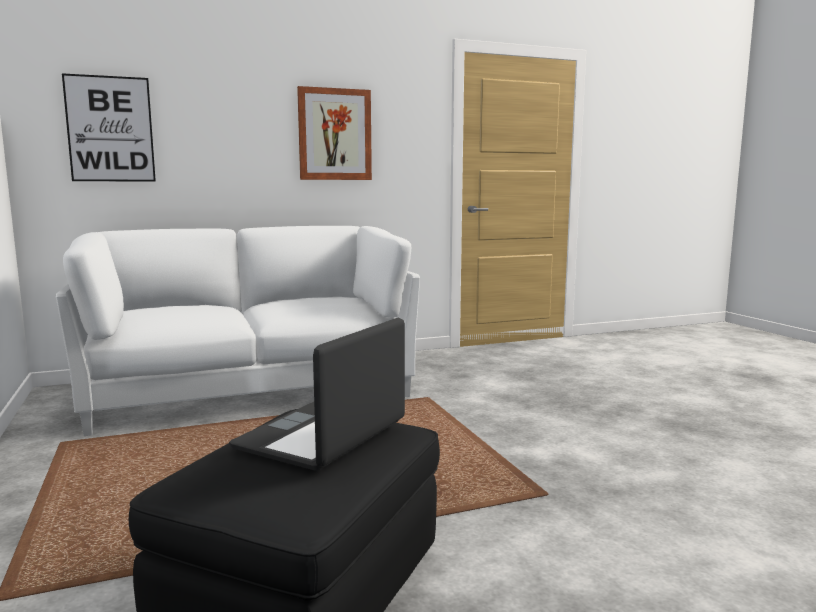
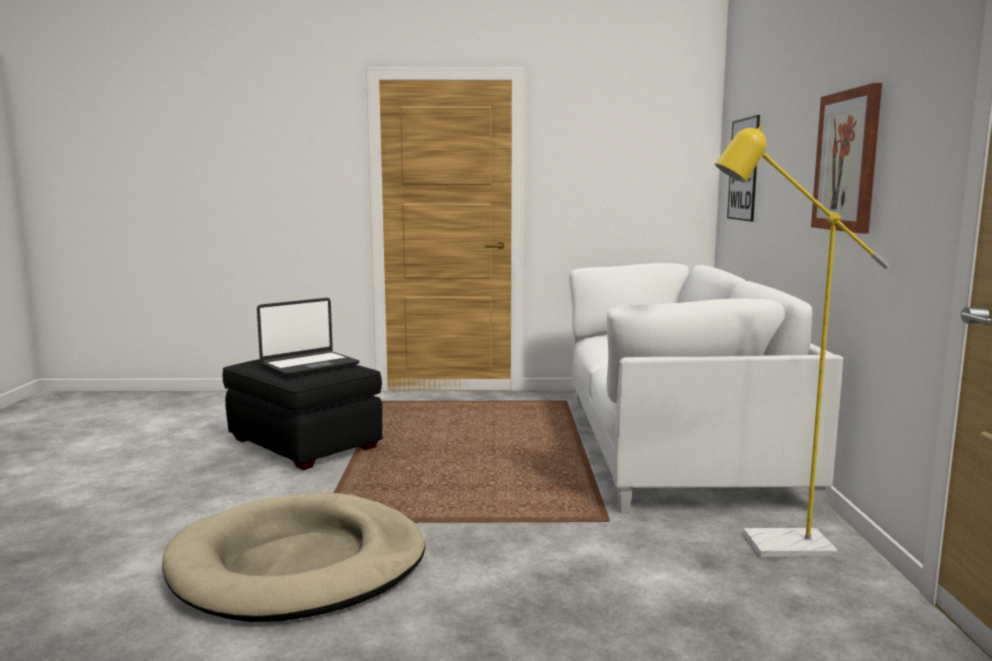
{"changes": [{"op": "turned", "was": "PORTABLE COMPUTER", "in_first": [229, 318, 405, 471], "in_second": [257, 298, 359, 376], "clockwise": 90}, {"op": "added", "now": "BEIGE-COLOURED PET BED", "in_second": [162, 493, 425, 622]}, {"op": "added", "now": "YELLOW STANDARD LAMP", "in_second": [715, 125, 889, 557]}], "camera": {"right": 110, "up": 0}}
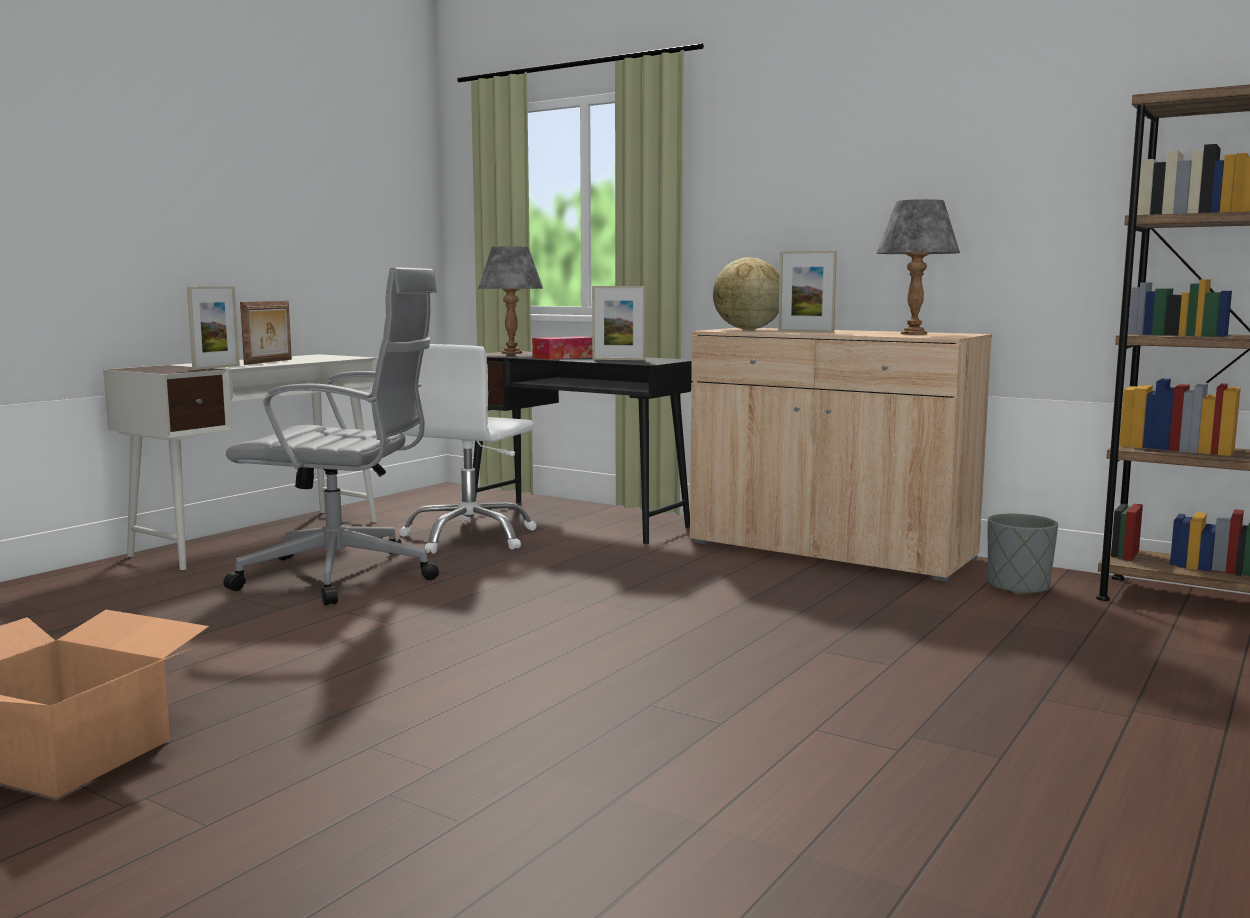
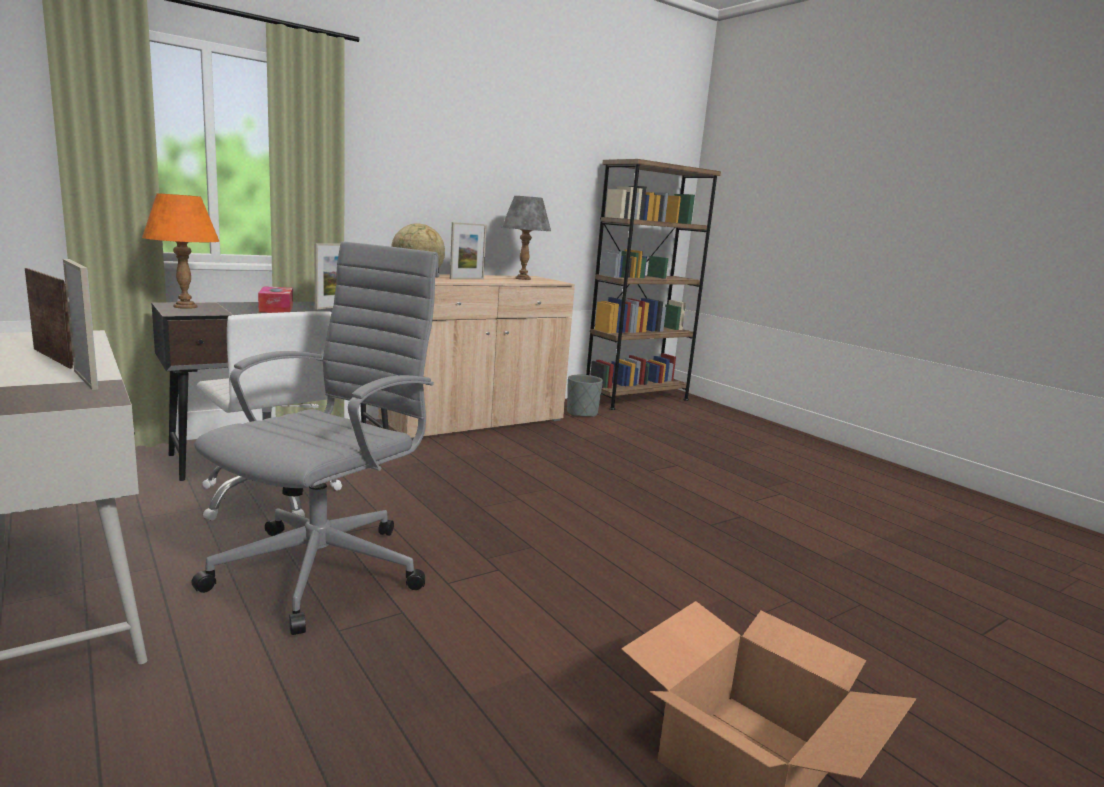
{"changes": [{"op": "recoloured", "was": "GREY LAMP FOR A TABLE", "now": "ORANGE-COLOURED LAMP FOR A TABLE", "in_first": [478, 246, 543, 354], "in_second": [142, 193, 219, 309]}], "camera": {"right": -70, "up": 5}}
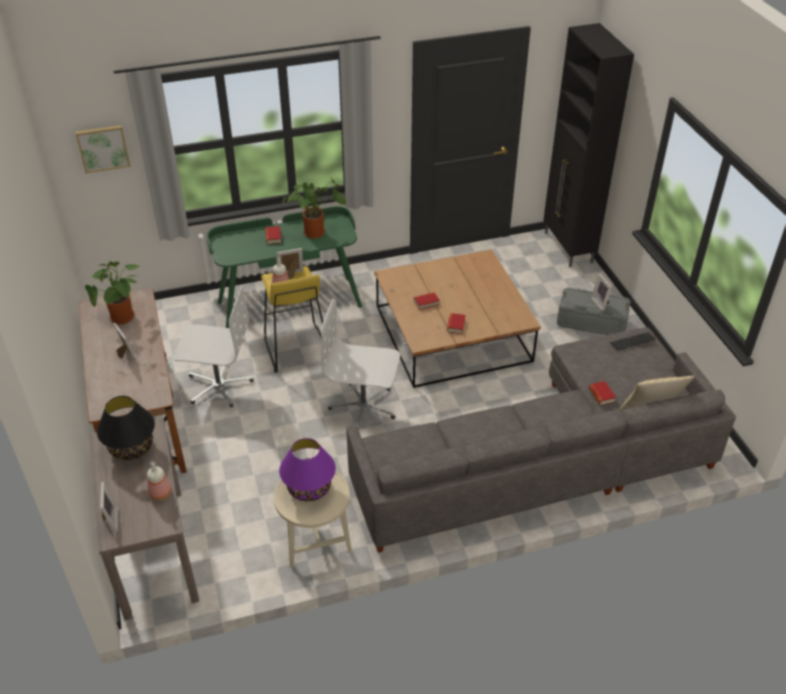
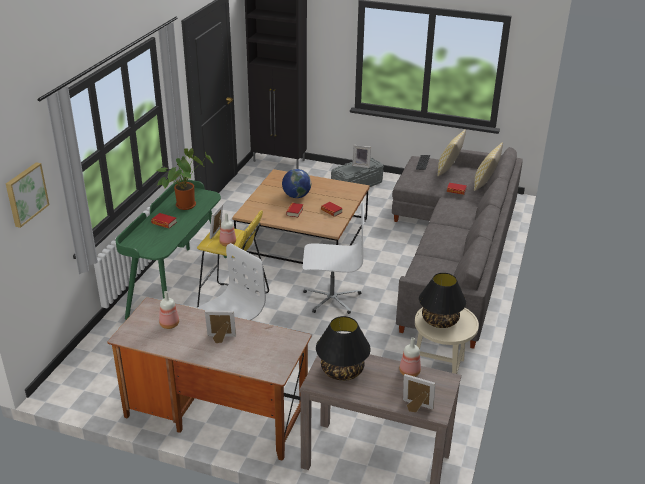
{"changes": [{"op": "replaced", "was": "HOUSEPLANT", "now": "BEVERAGE BOTTLE", "in_first": [85, 261, 140, 325], "in_second": [159, 291, 179, 329]}, {"op": "recoloured", "was": "PURPLE LAMP FOR A TABLE", "now": "BLACK LAMP FOR A TABLE", "in_first": [279, 438, 336, 502], "in_second": [419, 273, 466, 328]}, {"op": "turned", "was": "WHITISH DESK CHAIR", "in_first": [321, 299, 400, 428], "in_second": [303, 203, 364, 314], "clockwise": -135}, {"op": "added", "now": "GLOBE", "in_second": [282, 169, 311, 198]}, {"op": "added", "now": "PILLOW", "in_second": [437, 129, 466, 176]}], "camera": {"right": -55, "up": -10}}
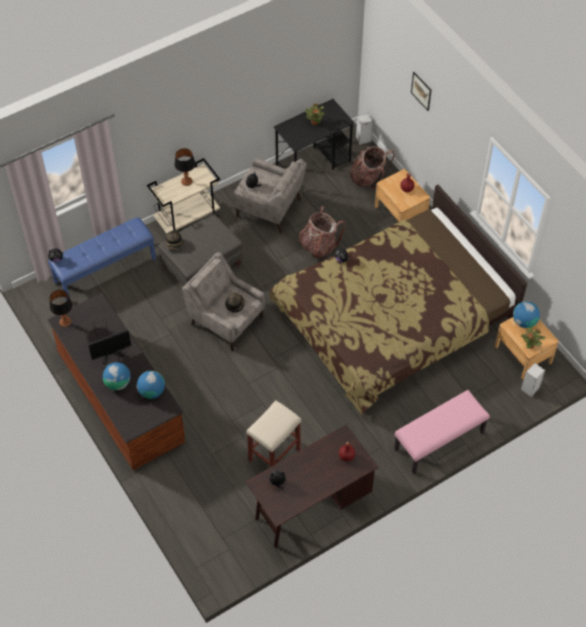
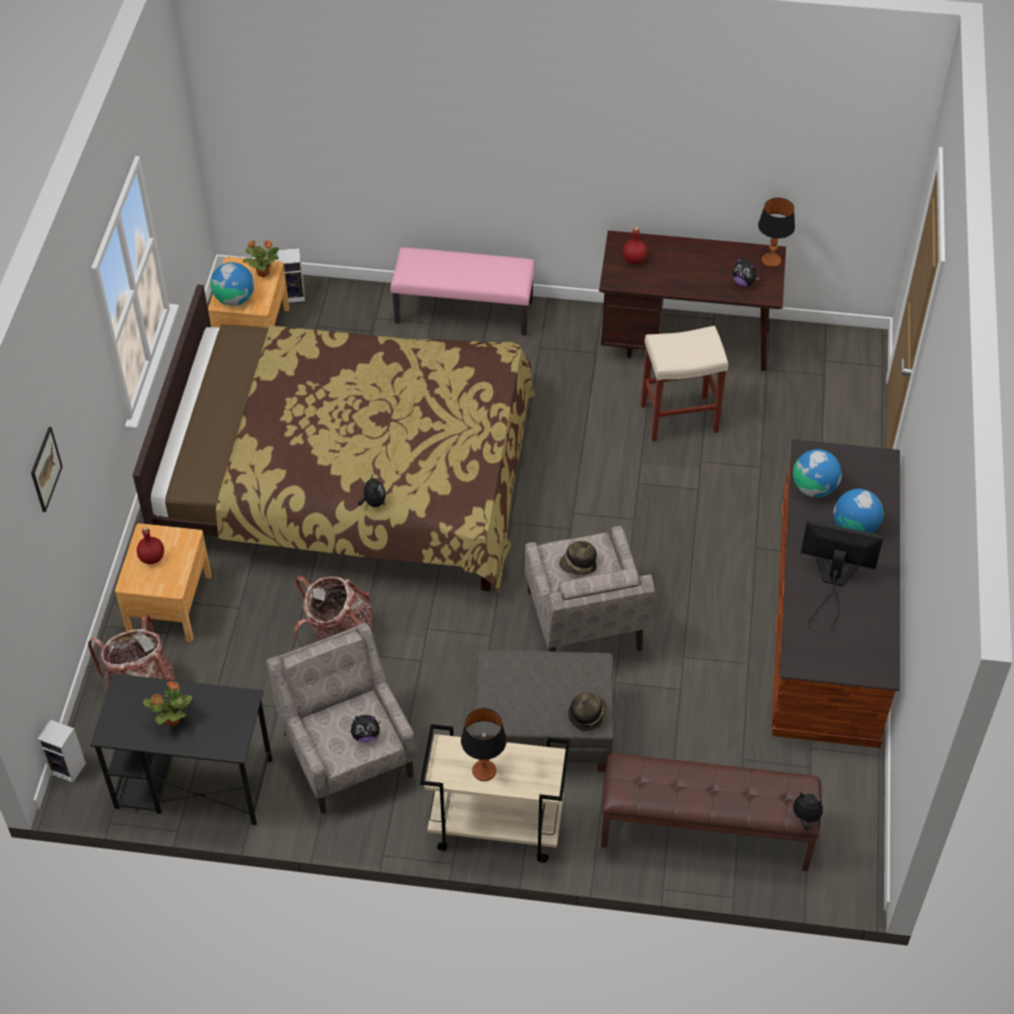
{"changes": [{"op": "recoloured", "was": "BLUE-COLOURED BENCH", "now": "BROWN BENCH", "in_first": [48, 217, 156, 301], "in_second": [601, 753, 822, 872]}, {"op": "moved", "was": "LAMP FOR A TABLE", "in_first": [50, 290, 73, 327], "in_second": [758, 198, 795, 268]}], "camera": {"right": -140, "up": -5}}
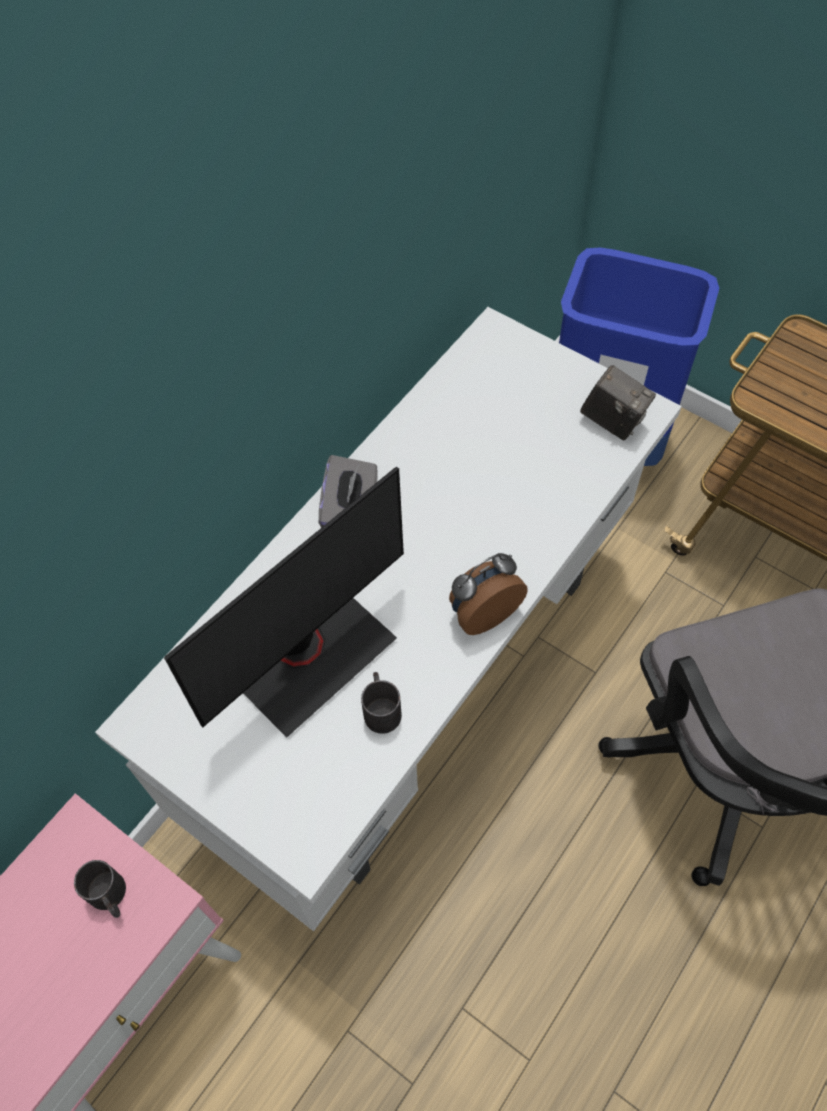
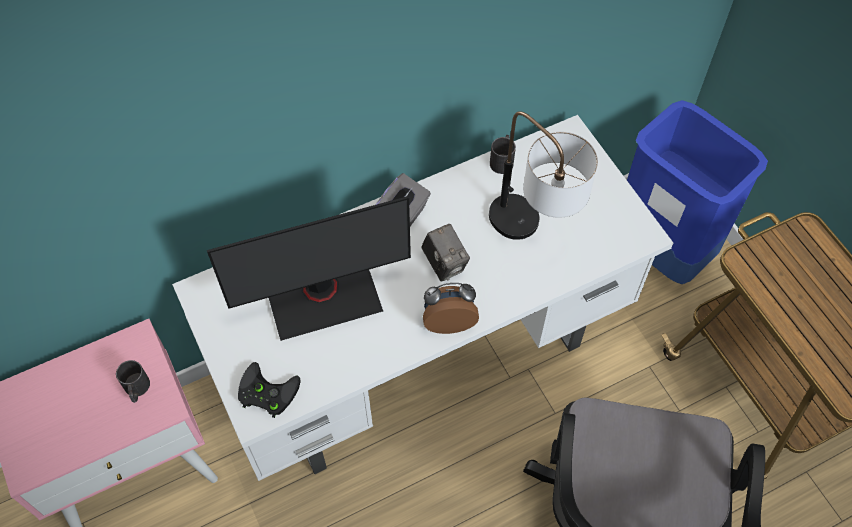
{"changes": [{"op": "moved", "was": "BLACK MUG", "in_first": [361, 672, 402, 734], "in_second": [490, 135, 516, 174]}, {"op": "moved", "was": "STILL CAMERA", "in_first": [580, 365, 656, 440], "in_second": [421, 224, 470, 282]}, {"op": "added", "now": "BLACK GAME CONTROLLER", "in_second": [238, 362, 300, 418]}, {"op": "added", "now": "LAMP FOR A TABLE", "in_second": [489, 111, 598, 240]}], "camera": {"right": 25, "up": 0}}
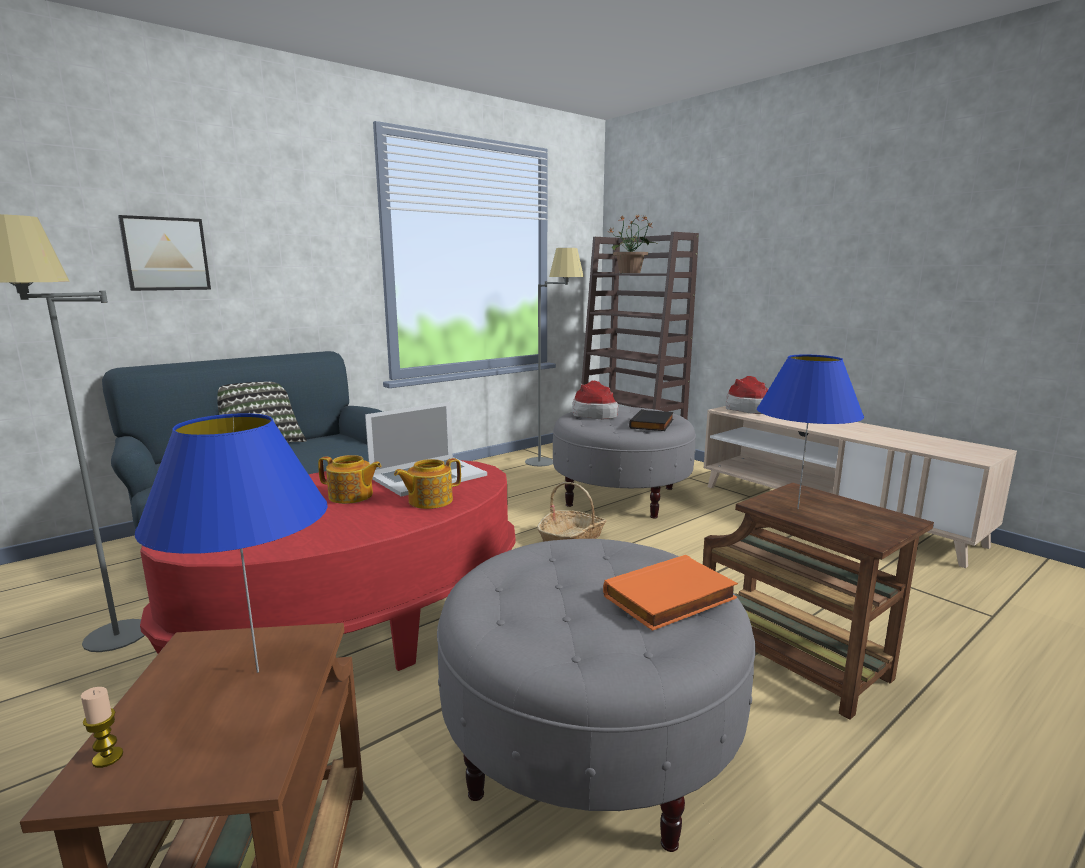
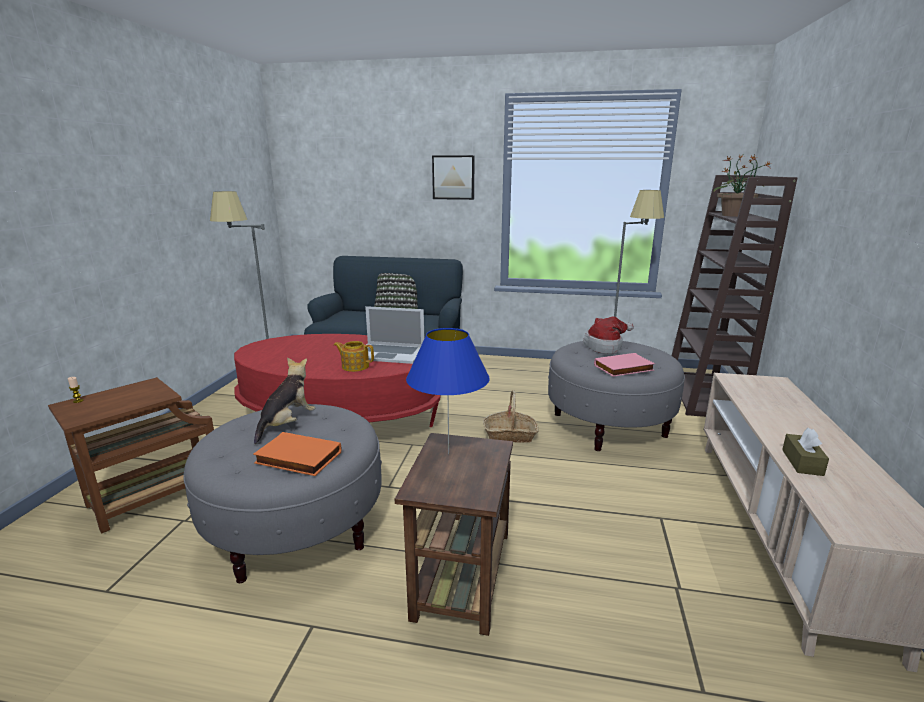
{"changes": [{"op": "moved", "was": "WALL ART", "in_first": [118, 215, 211, 291], "in_second": [432, 155, 475, 200]}, {"op": "removed", "was": "BLUE-COLOURED LAMP FOR A TABLE", "in_first": [135, 413, 328, 673]}, {"op": "removed", "was": "TEAPOT", "in_first": [318, 455, 381, 504]}, {"op": "recoloured", "was": "BLACK VOLUME", "now": "PINK-COLOURED VOLUME", "in_first": [629, 409, 674, 431], "in_second": [594, 353, 655, 377]}, {"op": "removed", "was": "HAT", "in_first": [725, 376, 768, 414]}, {"op": "added", "now": "CUDDLY TOY", "in_second": [254, 358, 315, 444]}, {"op": "added", "now": "BROWN TISSUE HOLDER", "in_second": [782, 428, 829, 476]}], "camera": {"right": 50, "up": 5}}
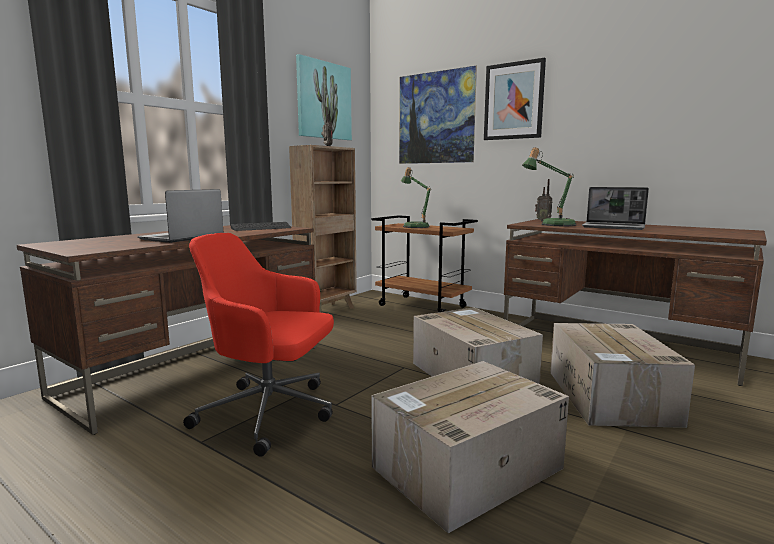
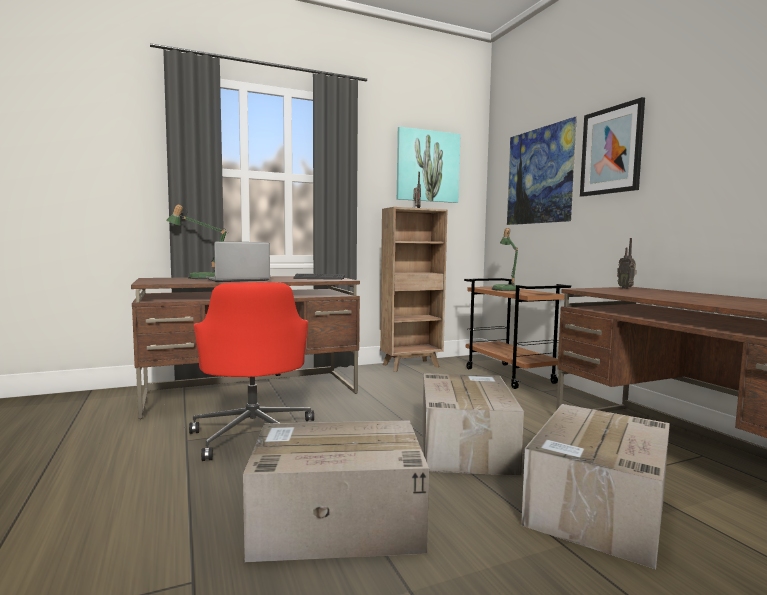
{"changes": [{"op": "turned", "was": "REDDISH DESK CHAIR", "in_first": [183, 233, 334, 457], "in_second": [189, 282, 314, 461], "clockwise": -150}, {"op": "moved", "was": "LAMP FOR A TABLE", "in_first": [522, 147, 576, 226], "in_second": [167, 205, 229, 279]}, {"op": "removed", "was": "PORTABLE COMPUTER", "in_first": [582, 187, 649, 230]}], "camera": {"right": 30, "up": -5}}
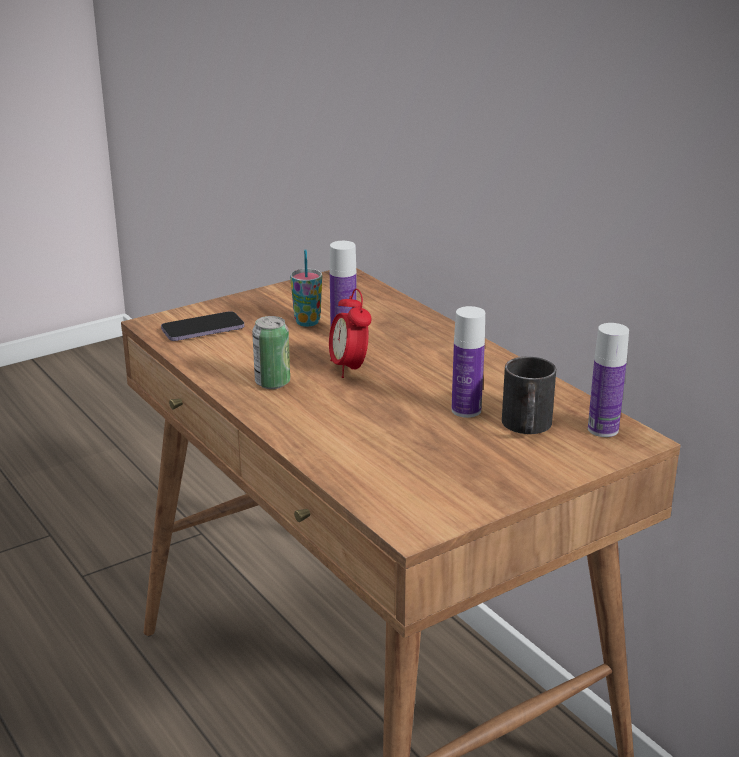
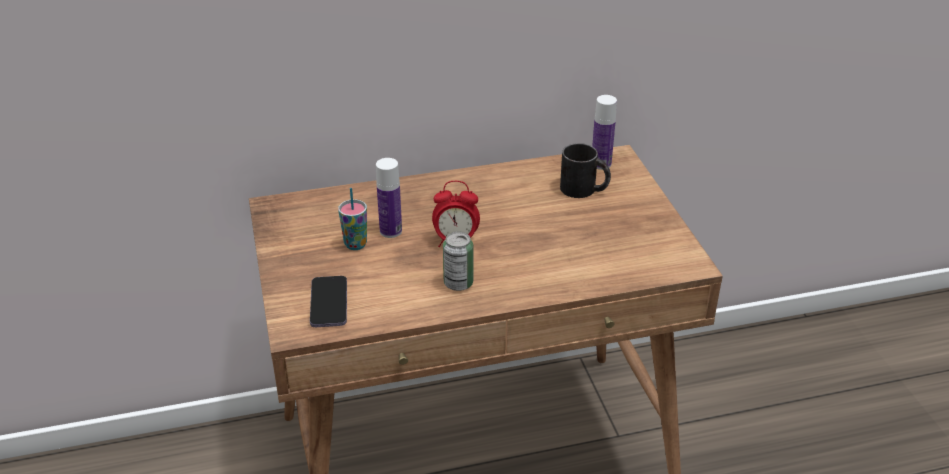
{"changes": [{"op": "removed", "was": "BEVERAGE BOTTLE", "in_first": [452, 306, 485, 418]}], "camera": {"right": -70, "up": 10}}
